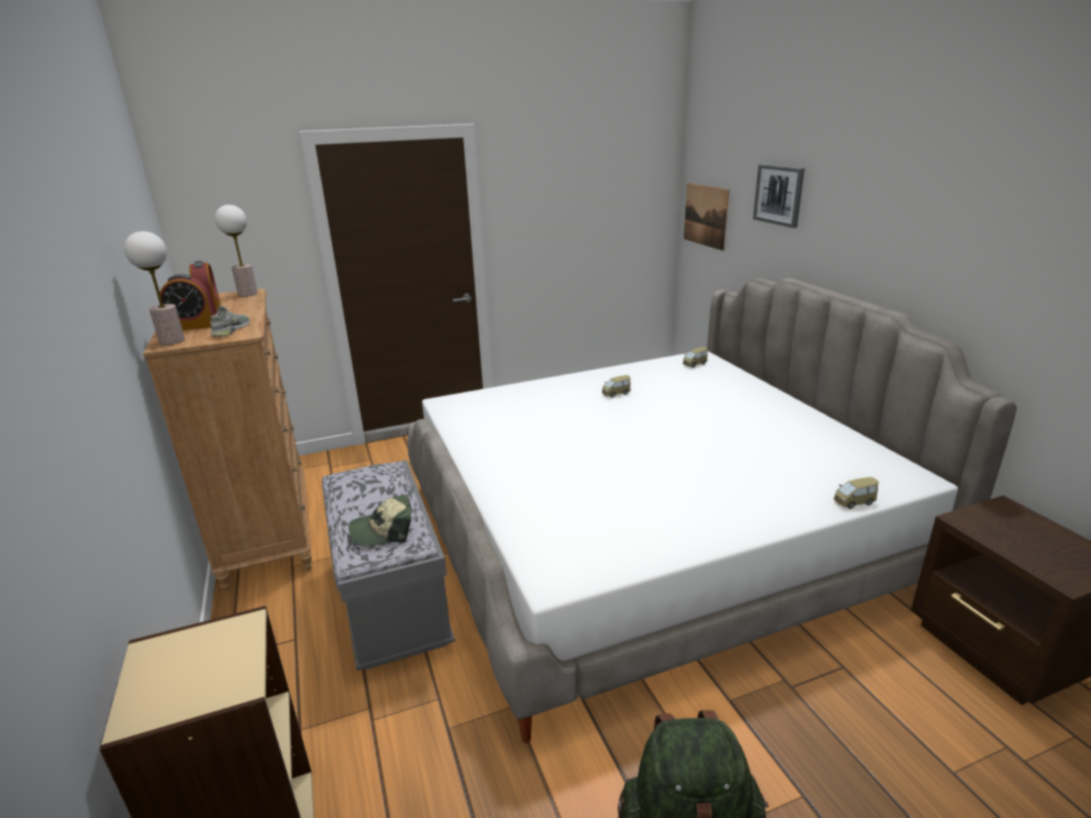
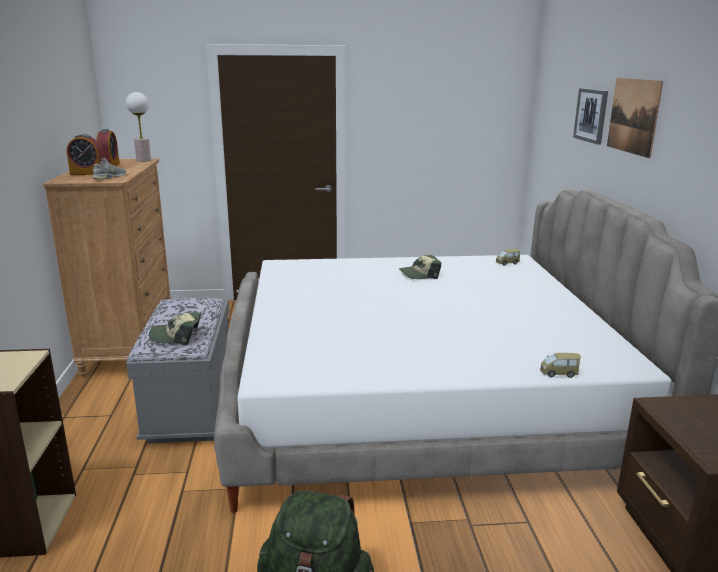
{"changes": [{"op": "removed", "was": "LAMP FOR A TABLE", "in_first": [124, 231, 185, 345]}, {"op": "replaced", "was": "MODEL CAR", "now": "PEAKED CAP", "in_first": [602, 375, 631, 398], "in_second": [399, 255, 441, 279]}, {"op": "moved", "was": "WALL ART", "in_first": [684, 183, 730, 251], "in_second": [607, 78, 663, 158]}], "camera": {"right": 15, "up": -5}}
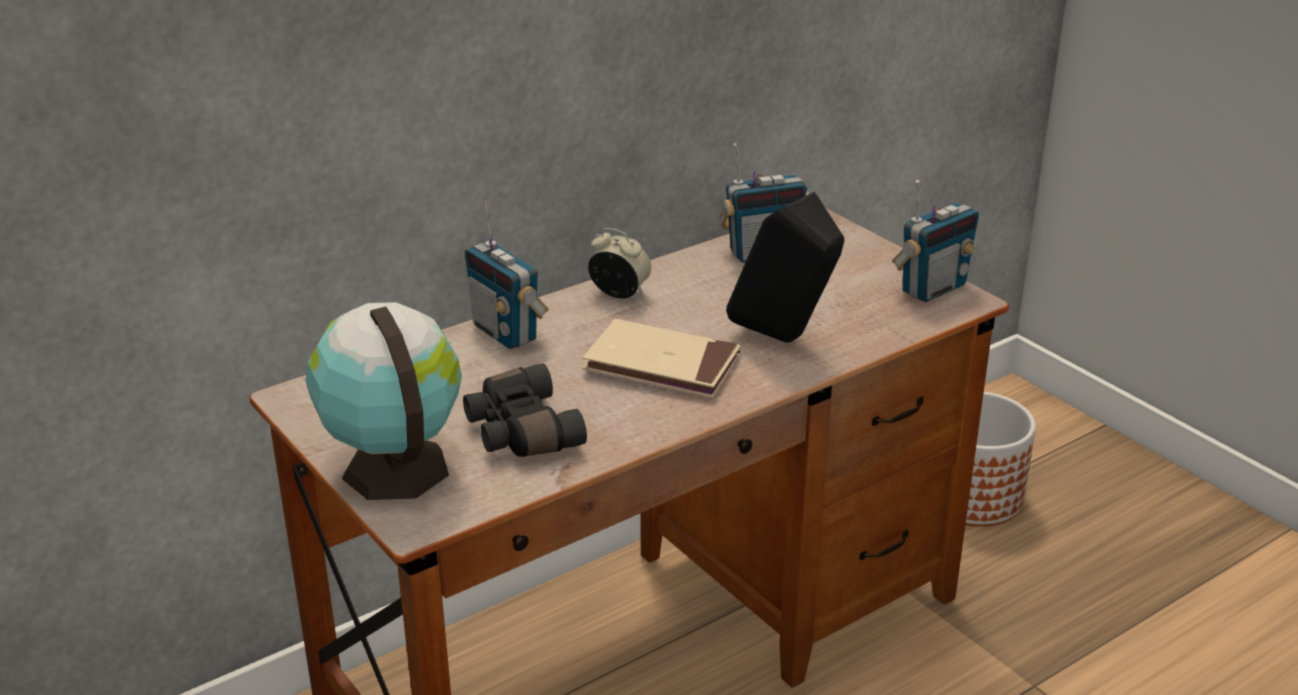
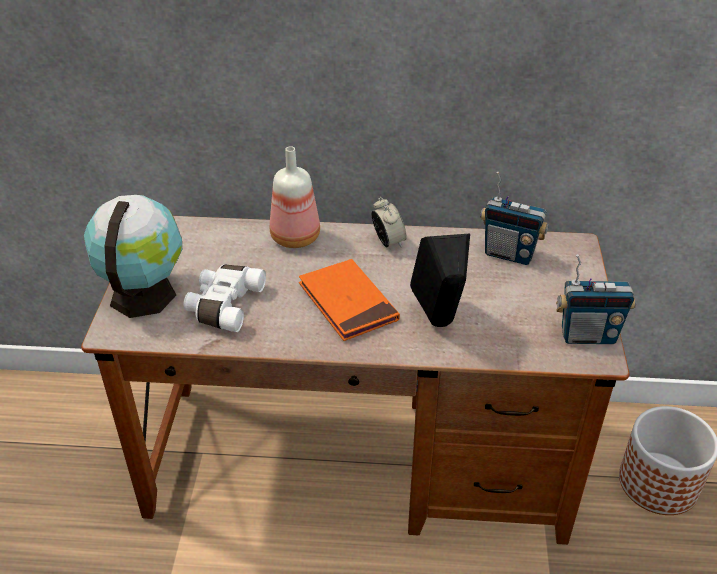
{"changes": [{"op": "recoloured", "was": "BLACK PAIR OF BINOCULARS", "now": "WHITISH PAIR OF BINOCULARS", "in_first": [463, 363, 587, 457], "in_second": [184, 265, 266, 332]}, {"op": "replaced", "was": "RADIO RECEIVER", "now": "BEVERAGE BOTTLE", "in_first": [465, 201, 549, 349], "in_second": [270, 146, 320, 248]}, {"op": "recoloured", "was": "BEIGE-COLOURED VOLUME", "now": "ORANGE-COLOURED VOLUME", "in_first": [582, 319, 741, 398], "in_second": [299, 259, 400, 341]}], "camera": {"right": 40, "up": 10}}
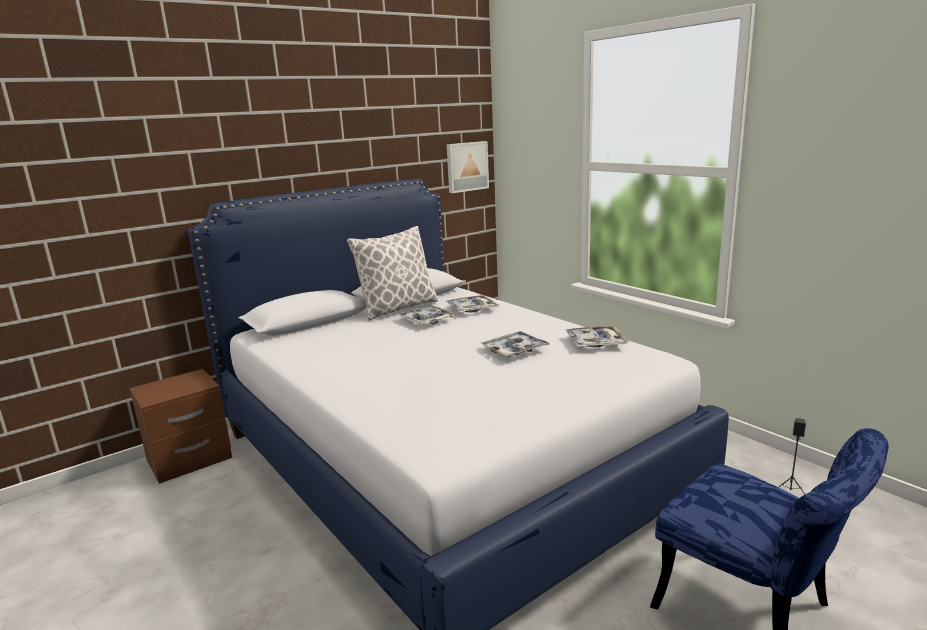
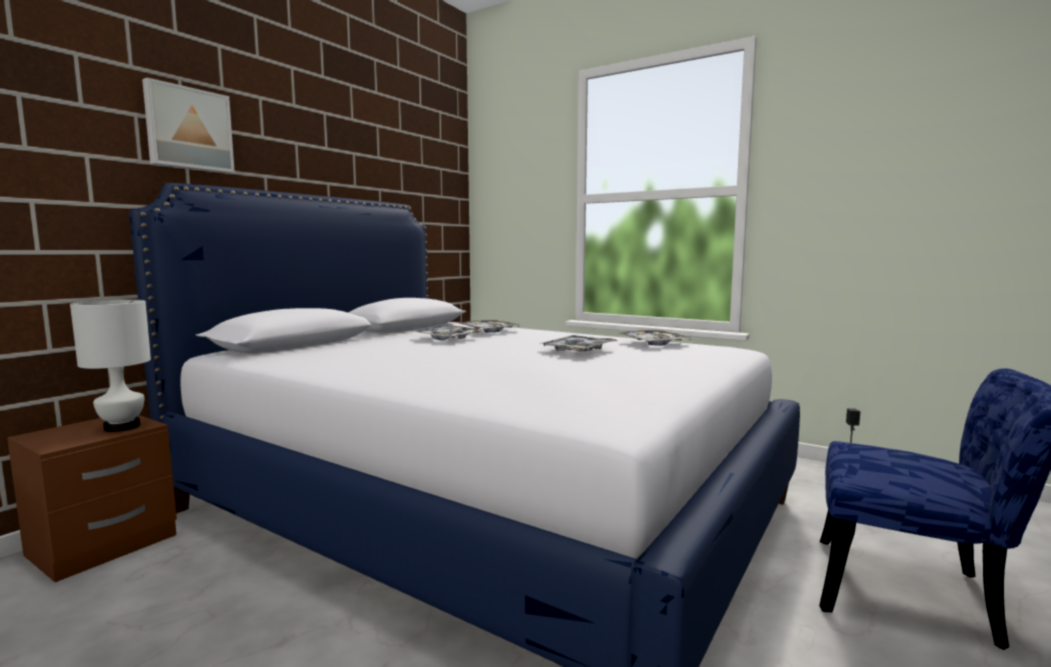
{"changes": [{"op": "removed", "was": "PILLOW", "in_first": [347, 226, 438, 321]}, {"op": "moved", "was": "WALL ART", "in_first": [447, 141, 489, 193], "in_second": [142, 78, 235, 173]}, {"op": "added", "now": "WHITISH LAMP FOR A TABLE", "in_second": [70, 300, 151, 432]}], "camera": {"right": -20, "up": -10}}
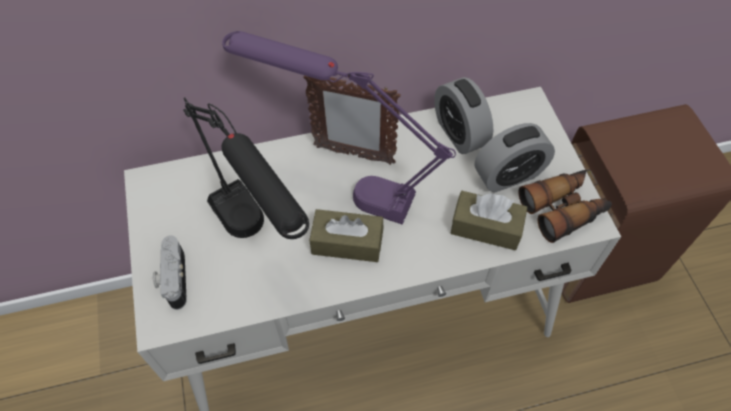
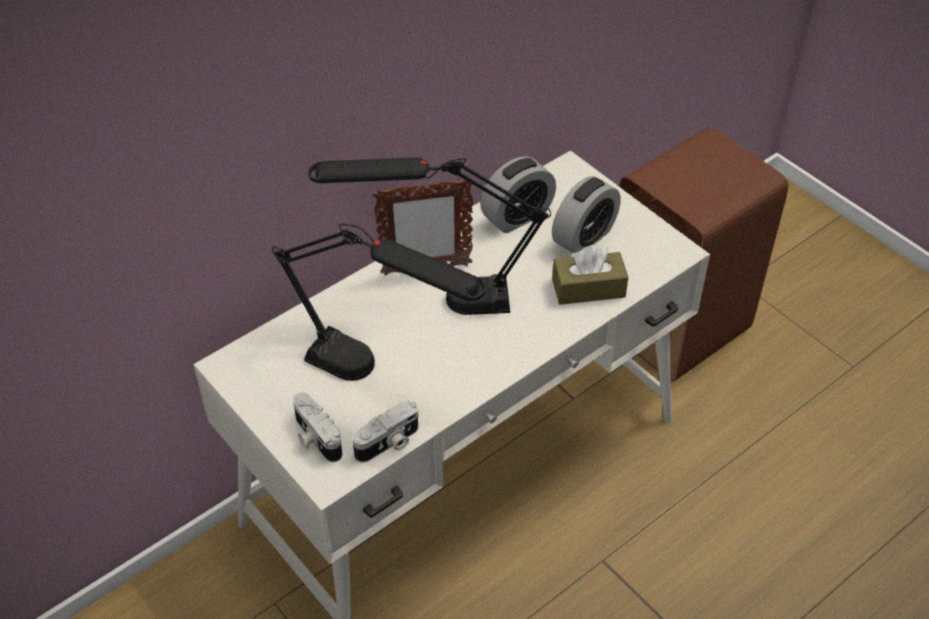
{"changes": [{"op": "recoloured", "was": "PURPLE LAMP FOR A TABLE", "now": "BLACK LAMP FOR A TABLE", "in_first": [222, 31, 456, 225], "in_second": [308, 158, 551, 315]}, {"op": "removed", "was": "BROWN TISSUE HOLDER", "in_first": [309, 209, 383, 262]}, {"op": "turned", "was": "BEDSIDE CLOCK", "in_first": [434, 77, 493, 154], "in_second": [480, 156, 556, 233], "clockwise": -75}, {"op": "removed", "was": "PAIR OF BINOCULARS", "in_first": [518, 170, 612, 243]}, {"op": "added", "now": "STILL CAMERA", "in_second": [352, 400, 418, 463]}], "camera": {"right": -25, "up": -10}}
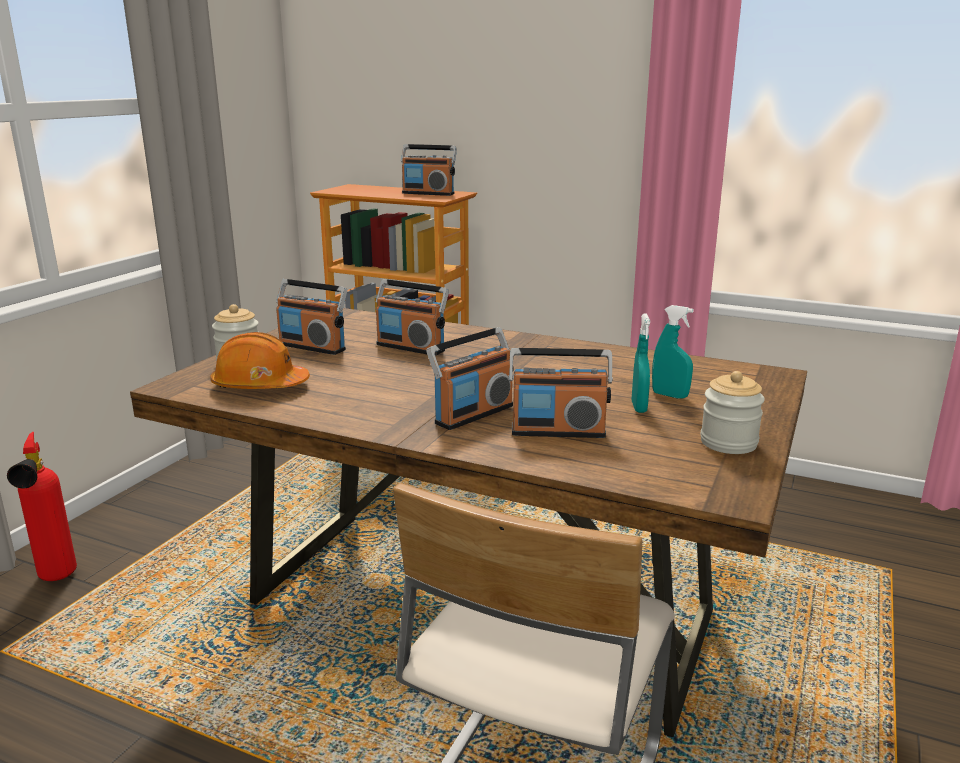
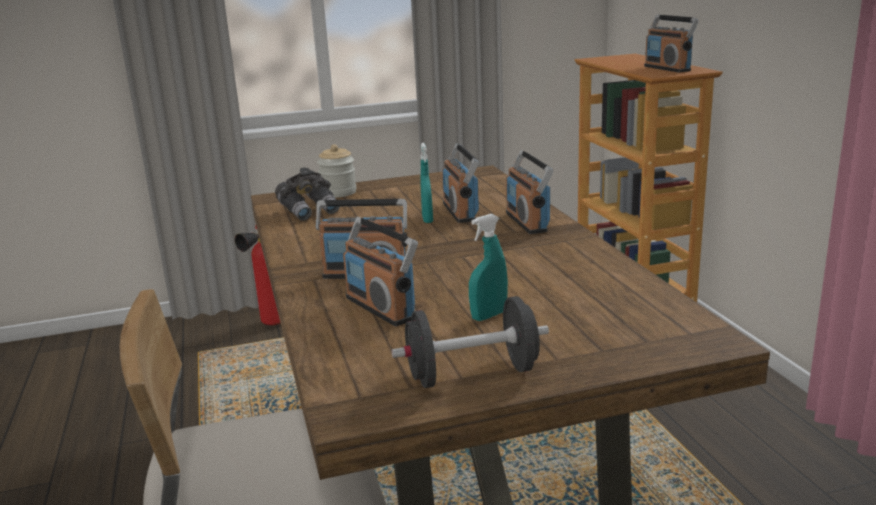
{"changes": [{"op": "replaced", "was": "ORANGE-COLOURED HARD HAT", "now": "GREY PAIR OF BINOCULARS", "in_first": [210, 332, 310, 389], "in_second": [275, 167, 340, 221]}, {"op": "moved", "was": "RADIO RECEIVER", "in_first": [276, 279, 347, 355], "in_second": [506, 150, 554, 234]}, {"op": "moved", "was": "TURQUOISE SPRAYER", "in_first": [652, 305, 694, 399], "in_second": [420, 143, 433, 223]}, {"op": "replaced", "was": "JAR", "now": "BLACK DUMBBELL", "in_first": [700, 371, 765, 454], "in_second": [392, 296, 549, 388]}], "camera": {"right": 50, "up": 0}}
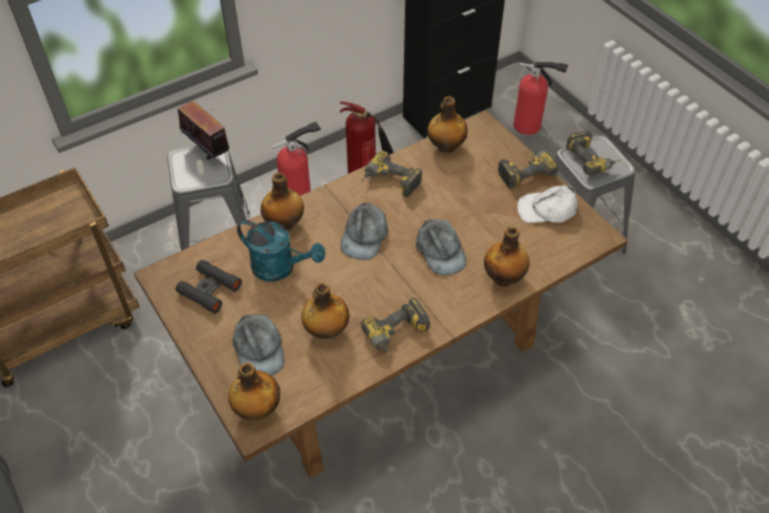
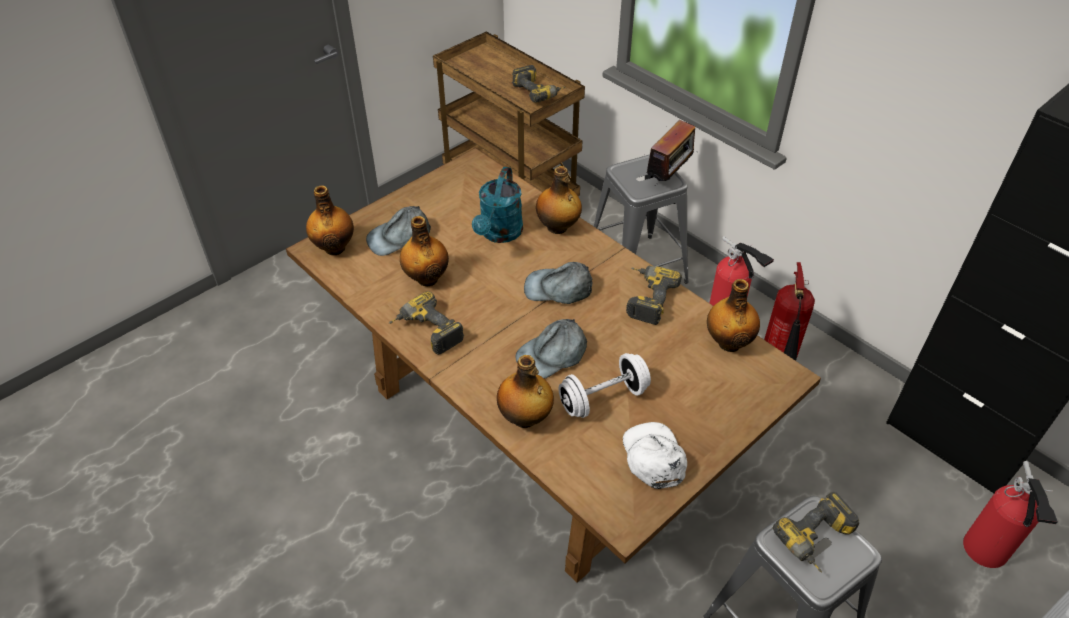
{"changes": [{"op": "removed", "was": "BLACK PAIR OF BINOCULARS", "in_first": [176, 260, 242, 314]}, {"op": "moved", "was": "ELECTRIC DRILL", "in_first": [498, 145, 559, 189], "in_second": [512, 65, 565, 103]}, {"op": "added", "now": "WHITISH DUMBBELL", "in_second": [559, 353, 651, 418]}], "camera": {"right": 80, "up": -5}}
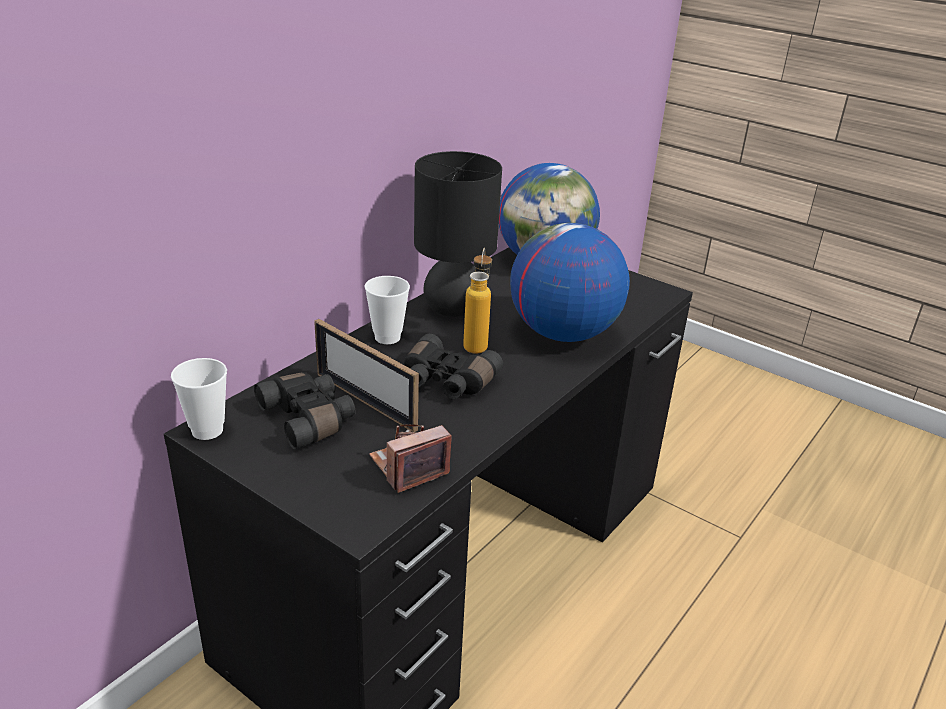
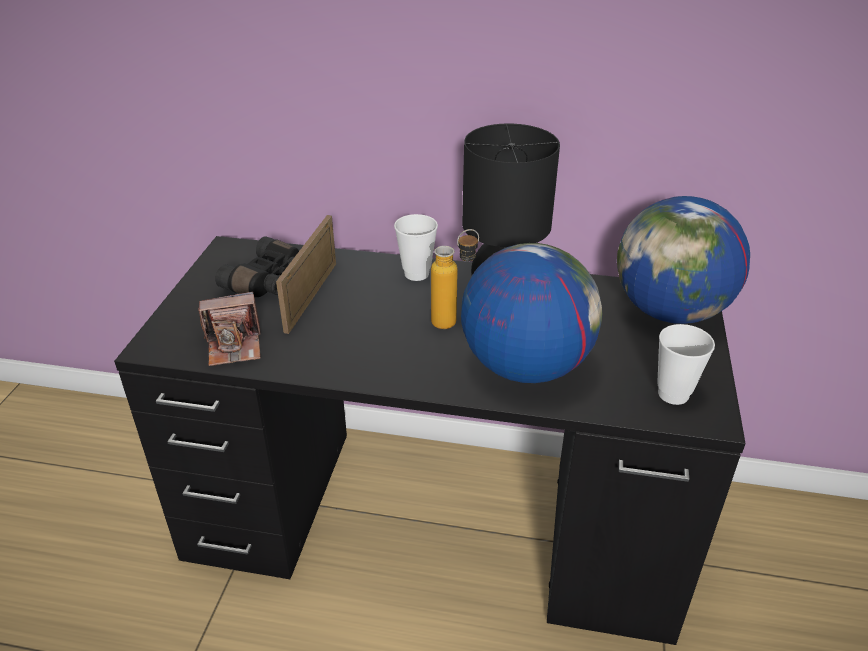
{"changes": [{"op": "moved", "was": "CUP", "in_first": [171, 358, 227, 440], "in_second": [657, 324, 715, 405]}, {"op": "turned", "was": "STILL CAMERA", "in_first": [369, 424, 452, 493], "in_second": [198, 292, 261, 366], "clockwise": 135}, {"op": "removed", "was": "BLACK PAIR OF BINOCULARS", "in_first": [404, 334, 503, 399]}], "camera": {"right": 65, "up": 5}}
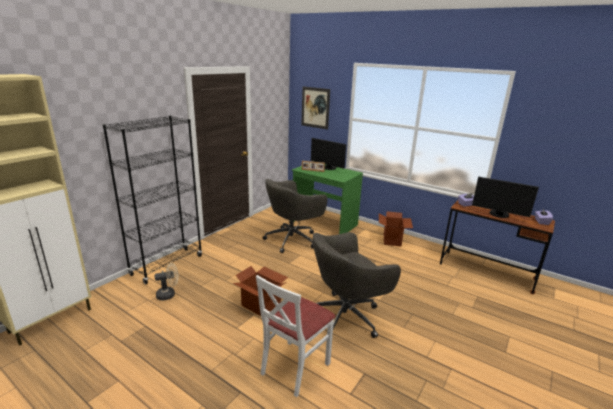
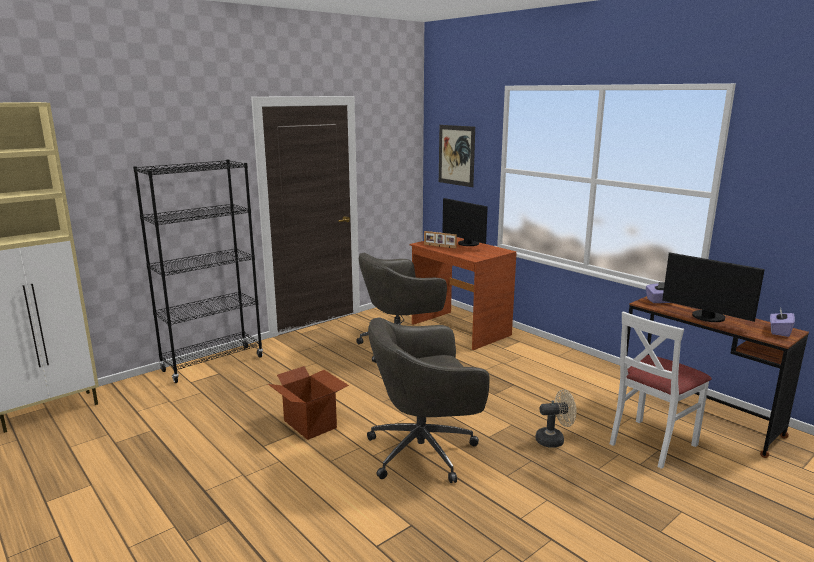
{"changes": [{"op": "moved", "was": "BEIGE-COLOURED FAN", "in_first": [154, 263, 179, 301], "in_second": [536, 389, 577, 448]}, {"op": "moved", "was": "WHITISH PLAIN CHAIR", "in_first": [256, 275, 336, 397], "in_second": [610, 311, 712, 469]}, {"op": "recoloured", "was": "GREEN-COLOURED DESK UNIT", "now": "BROWN DESK UNIT", "in_first": [292, 164, 363, 234], "in_second": [410, 237, 516, 350]}, {"op": "removed", "was": "CARDBOARD BOX", "in_first": [379, 211, 413, 246]}], "camera": {"right": 15, "up": -5}}
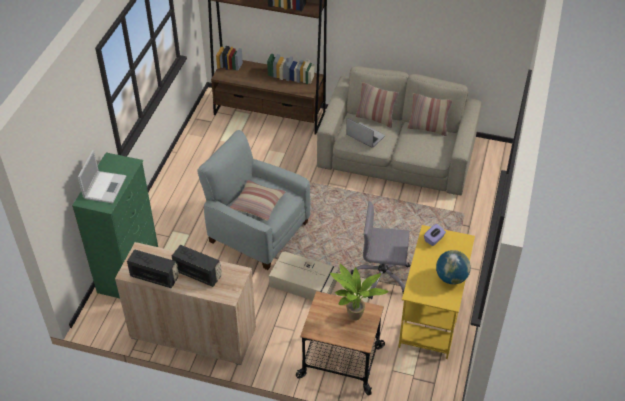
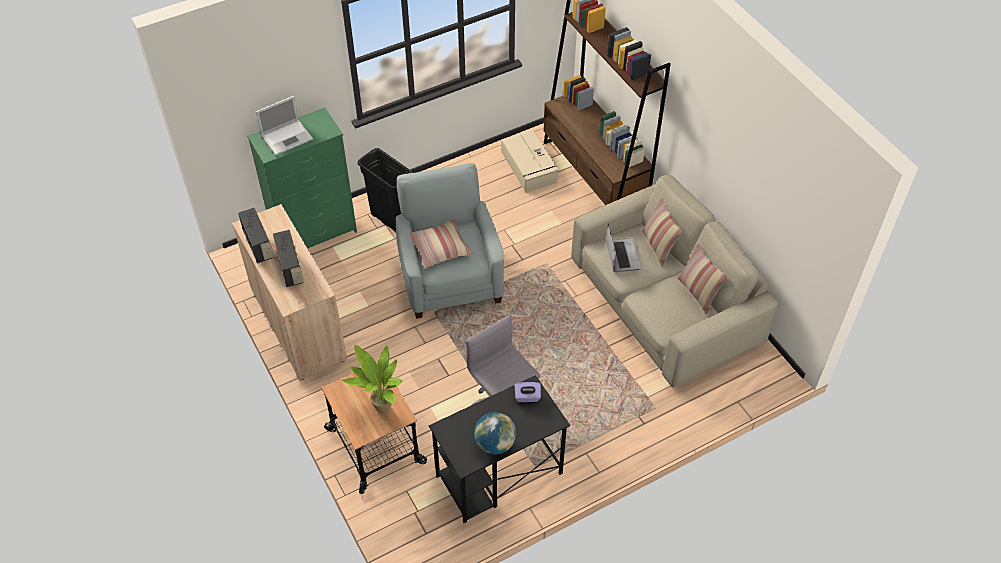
{"changes": [{"op": "moved", "was": "BEIGE-COLOURED STORAGE BIN", "in_first": [269, 252, 339, 300], "in_second": [501, 130, 559, 193]}, {"op": "recoloured", "was": "YELLOW DESK UNIT", "now": "BLACK DESK UNIT", "in_first": [398, 225, 475, 359], "in_second": [429, 375, 570, 523]}, {"op": "added", "now": "BLACK TRASH CAN", "in_second": [358, 148, 414, 232]}], "camera": {"right": 45, "up": 5}}
